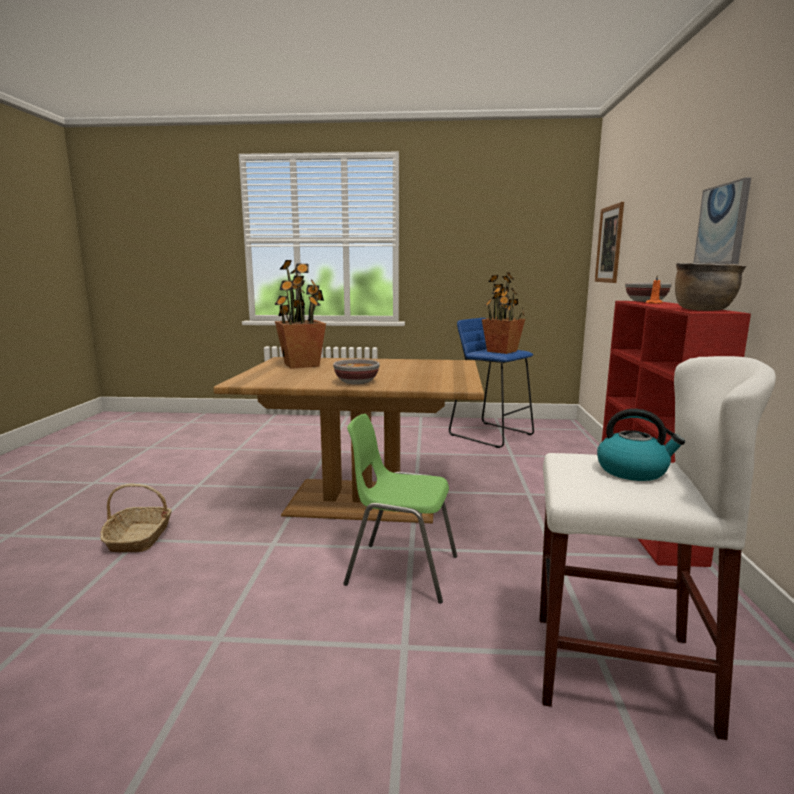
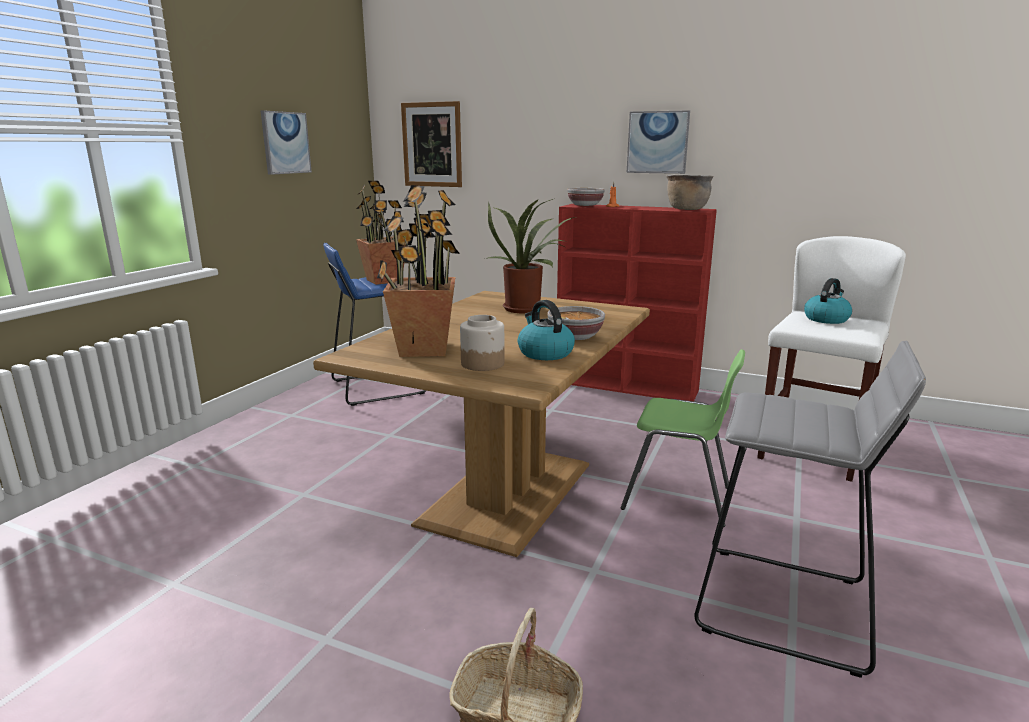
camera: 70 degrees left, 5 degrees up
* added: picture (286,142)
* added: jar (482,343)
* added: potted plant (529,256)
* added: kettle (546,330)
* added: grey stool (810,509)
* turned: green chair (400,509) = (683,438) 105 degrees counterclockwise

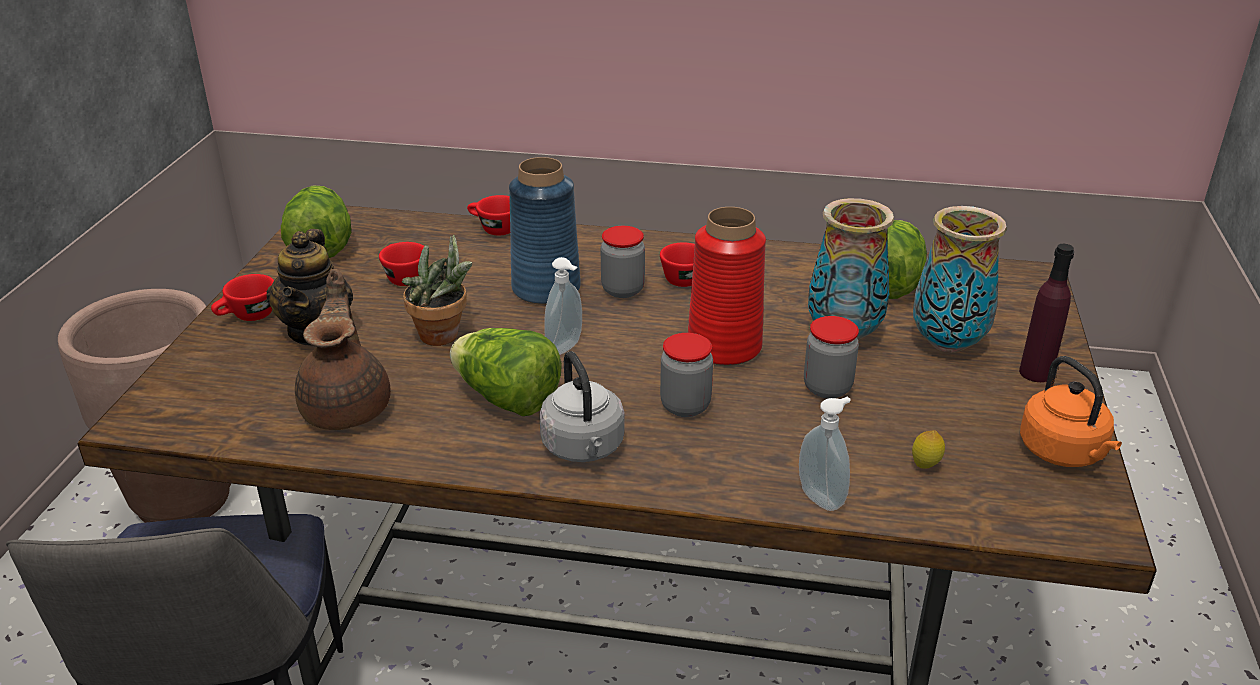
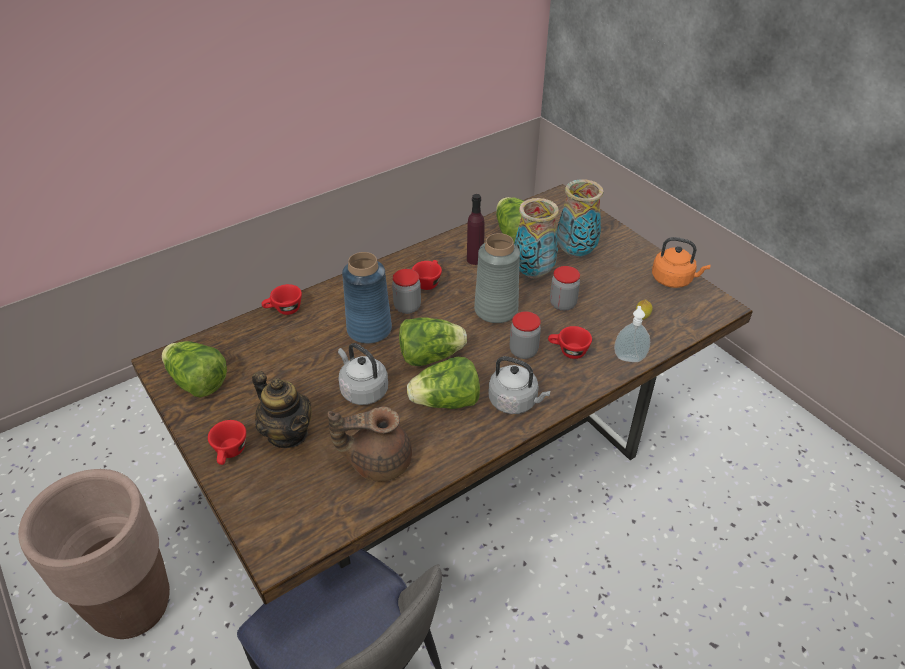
camera: 45 degrees left, 10 degrees up
* moved: red cup (401,264) to (570,342)
* moved: purple bottle (1046,313) to (476,229)
* replaced: potted plant (437,290) to grey kettle (363,374)
* replaced: soap dispenser (563,306) to lettuce (433,341)
* recoloured: red vase (727,286) to grey vase (497,278)
* turned: brown teapot (343,349) = (369,443) 45 degrees counterclockwise

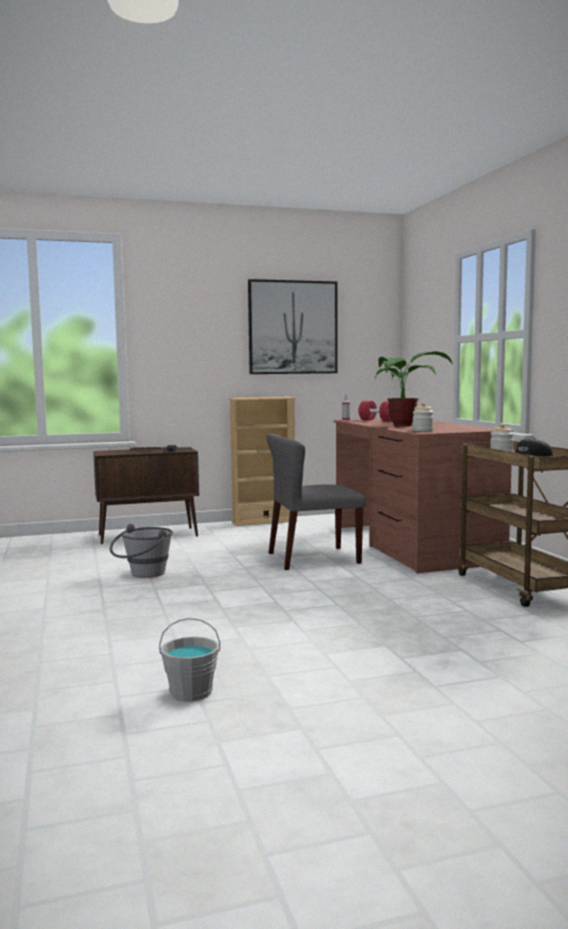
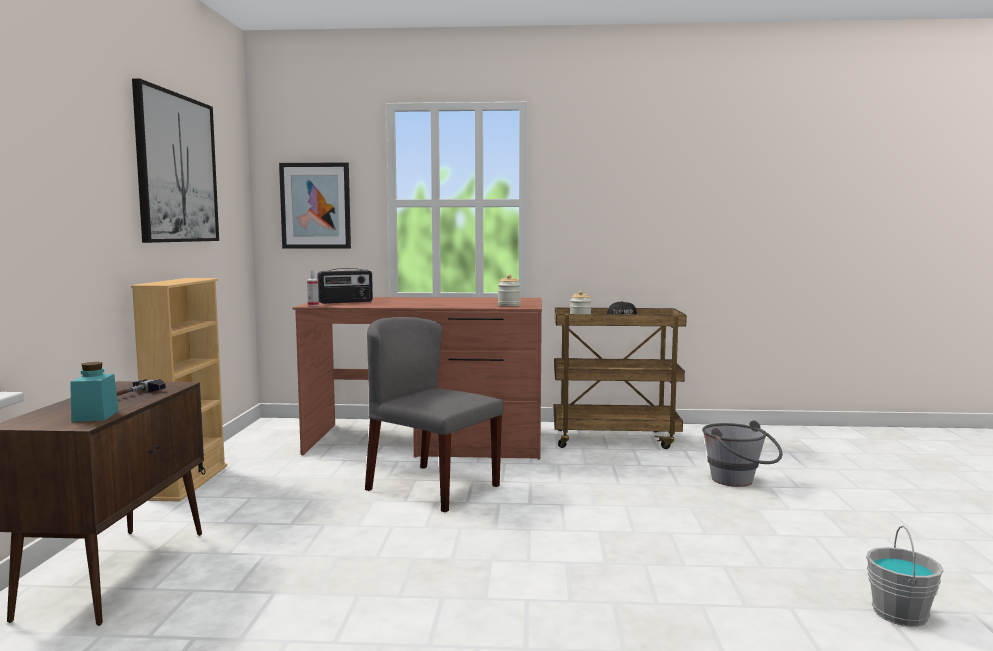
camera: 70 degrees left, 0 degrees up
* removed: potted plant (414,389)
* added: turquoise jar (94,392)
* added: picture (315,205)
* moved: grey bucket (141,551) to (742,453)
* replaced: red dumbbell (374,411) to radio (345,286)
* turned: grey chair (316,502) = (434,414) 120 degrees clockwise

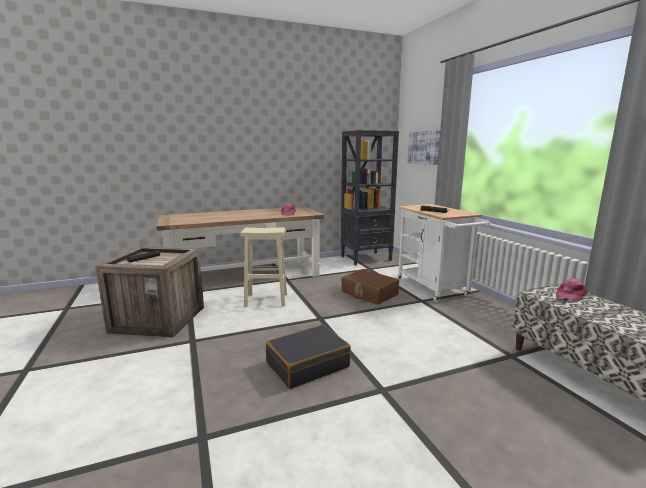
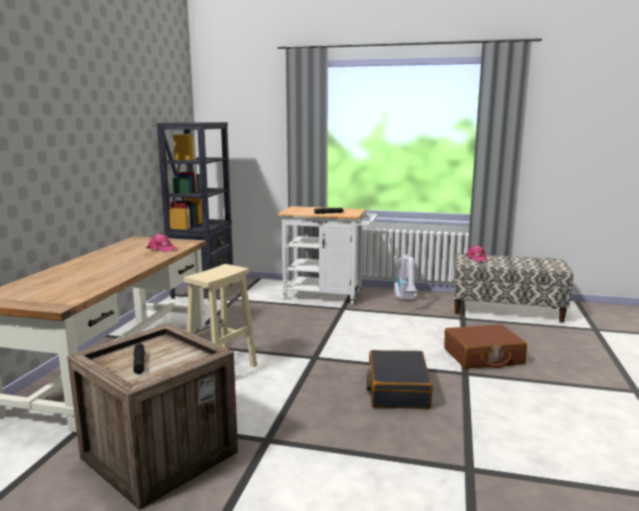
camera: 55 degrees left, 0 degrees up
* removed: picture (424,147)
* added: vacuum cleaner (406,277)
* moved: brown suitcase (370,287) to (485,346)

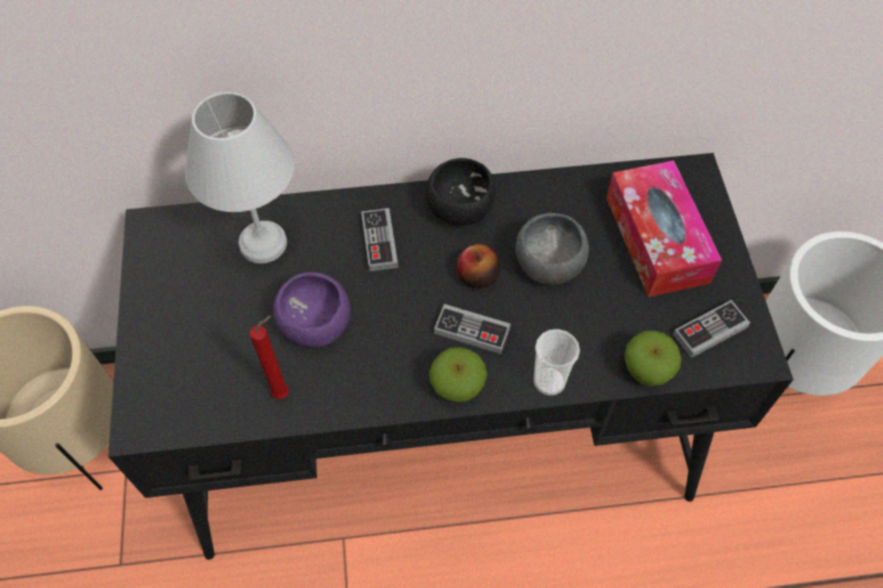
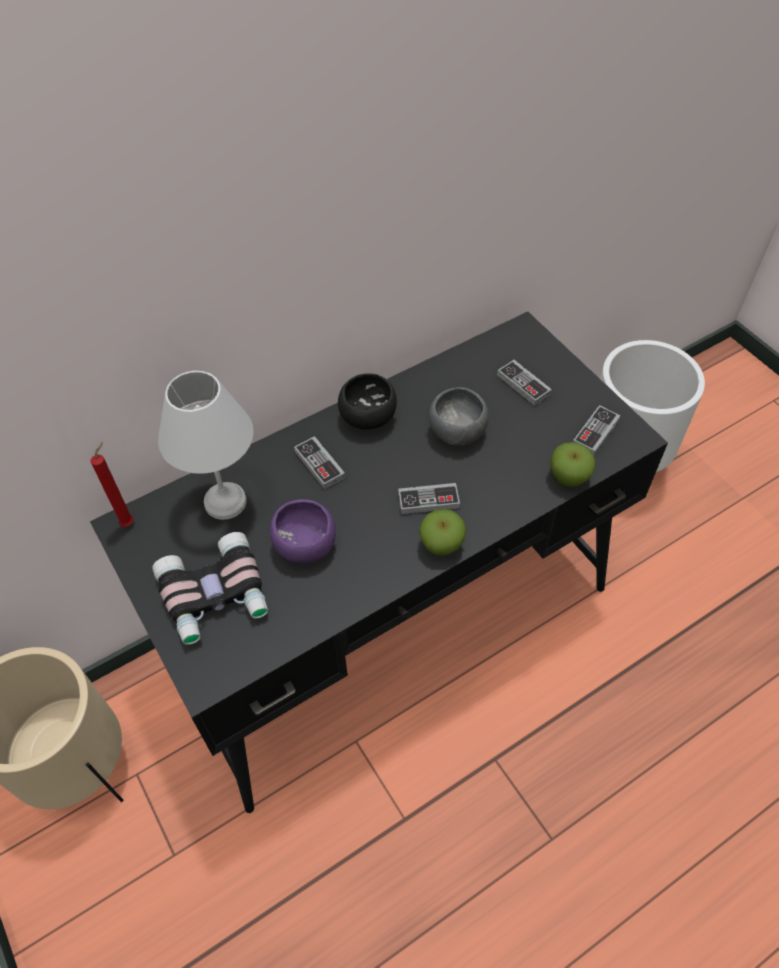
camera: 25 degrees left, 5 degrees down
* removed: apple (478,266)
* removed: cup (557,362)
* added: binoculars (210,588)
* moved: red candle (269,357) to (112,484)
* replaced: tissue box (664,228) to game controller (524,383)

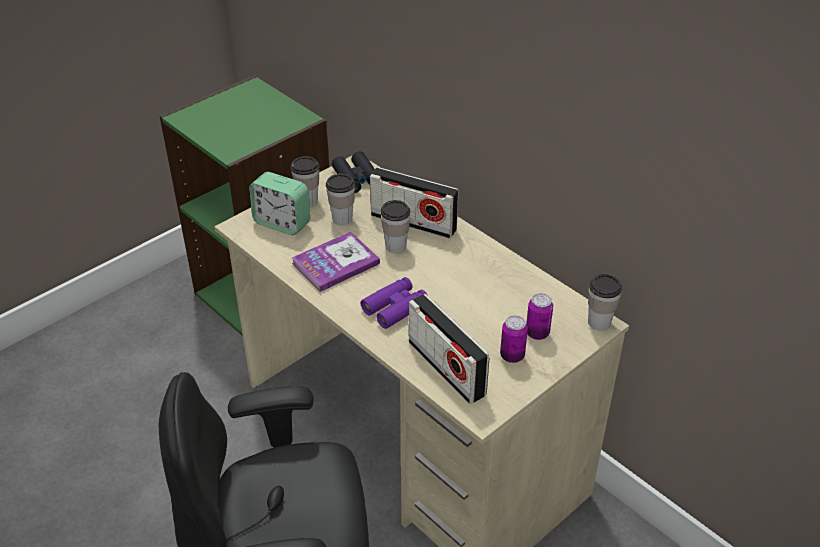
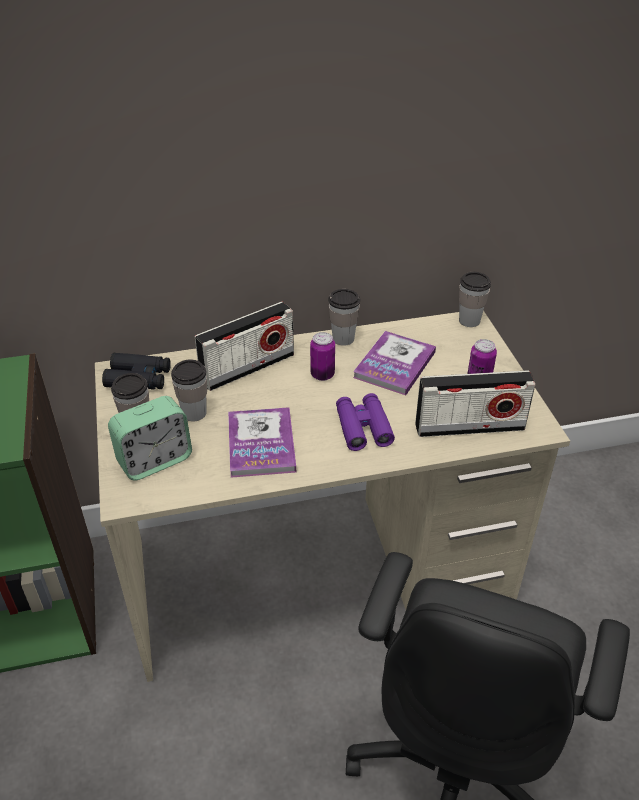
camera: 60 degrees left, 0 degrees up
* added: book (394,363)
* moved: cup (395,227) to (344,317)
* moved: can (539,316) to (322,356)

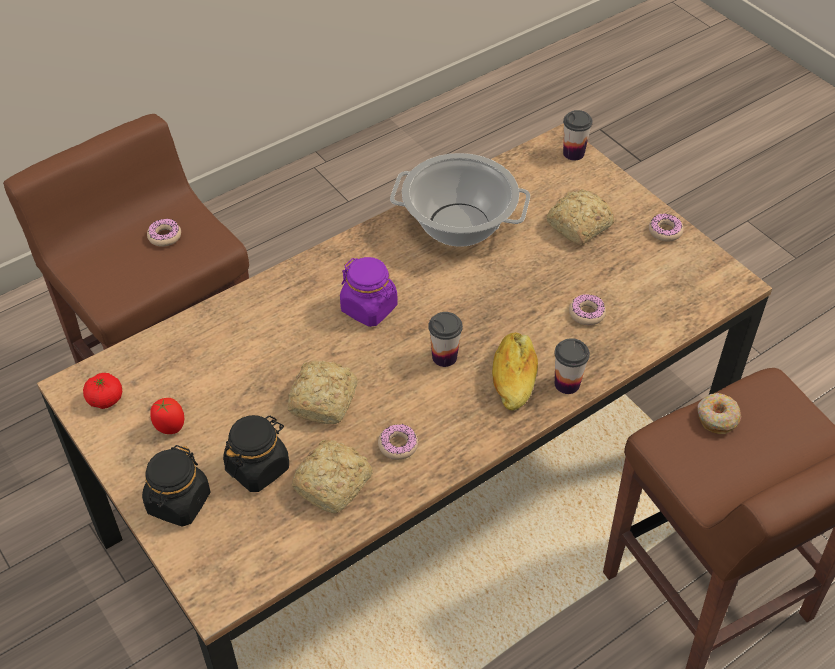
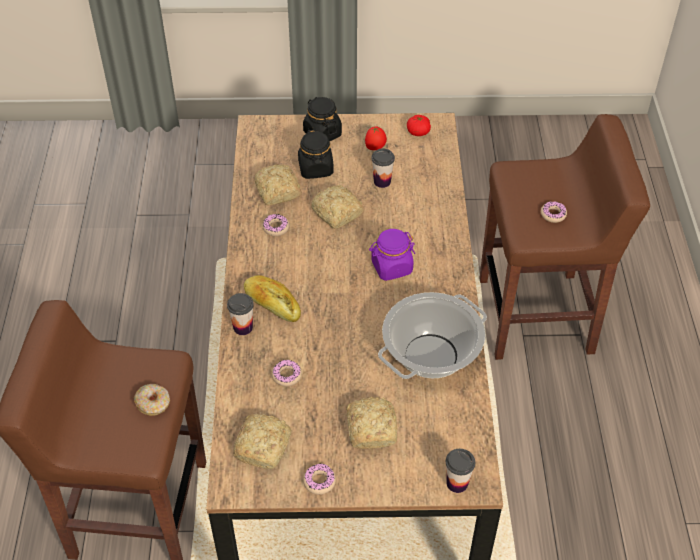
camera: 125 degrees right, 0 degrees up
* added: bread (262,441)
* moved: cup (445,339) to (383,168)

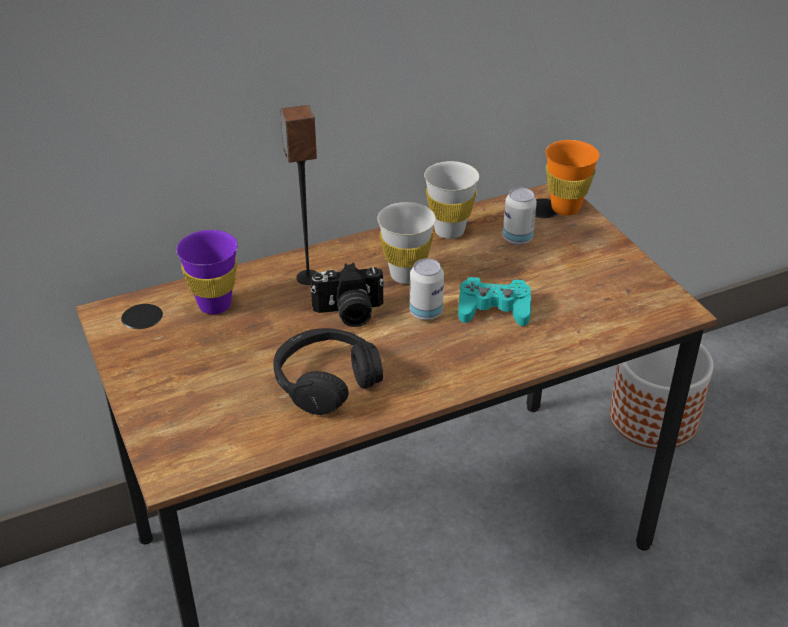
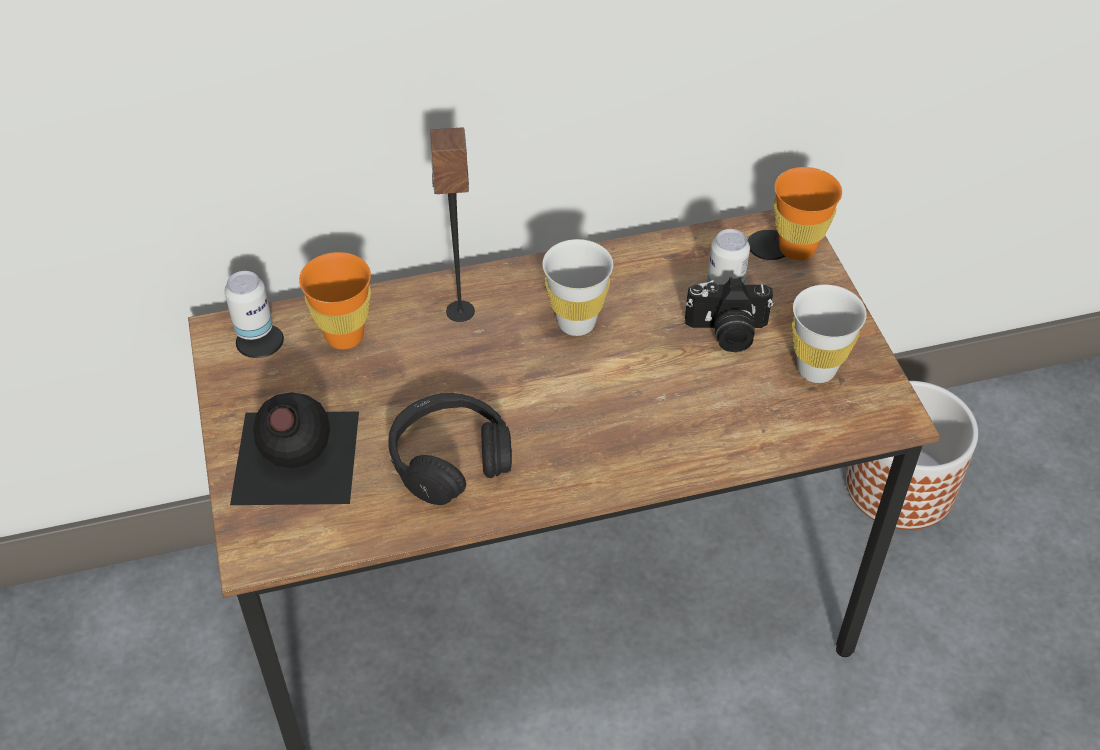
camera: 10 degrees right, 10 degrees up
* removed: turquoise game controller (494,301)
* added: black bottle (294,448)
* moved: photo camera (348,295) to (729,314)
* moved: can (427,289) to (248,305)
* moved: white cup (451,200) to (829,334)
* recoloured: purple cup (207,272) to orange cup (335,300)

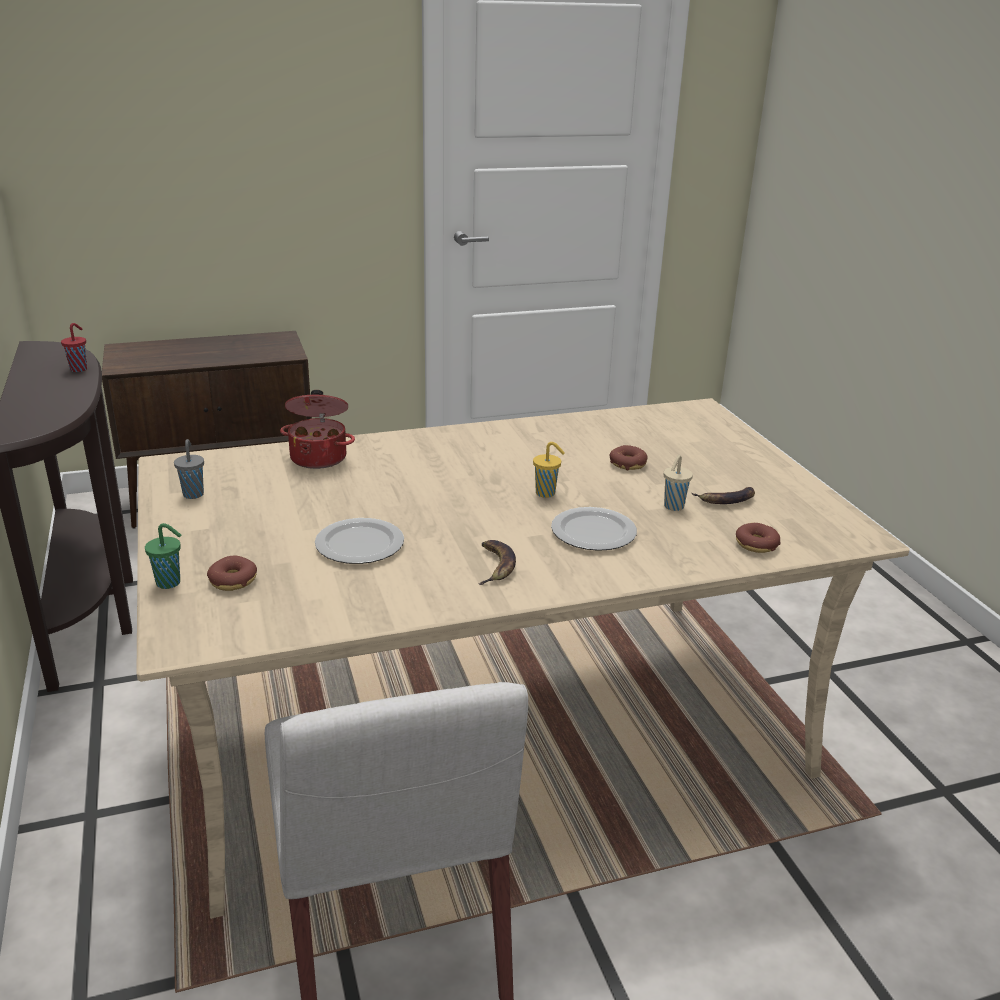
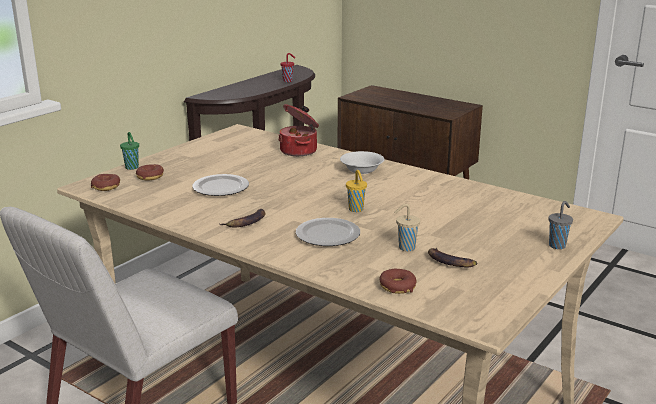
camera: 55 degrees right, 5 degrees down
* added: white bowl (362,162)
* moved: grey cup (189,469) to (561,225)
* moved: donut (629,458) to (105,182)

